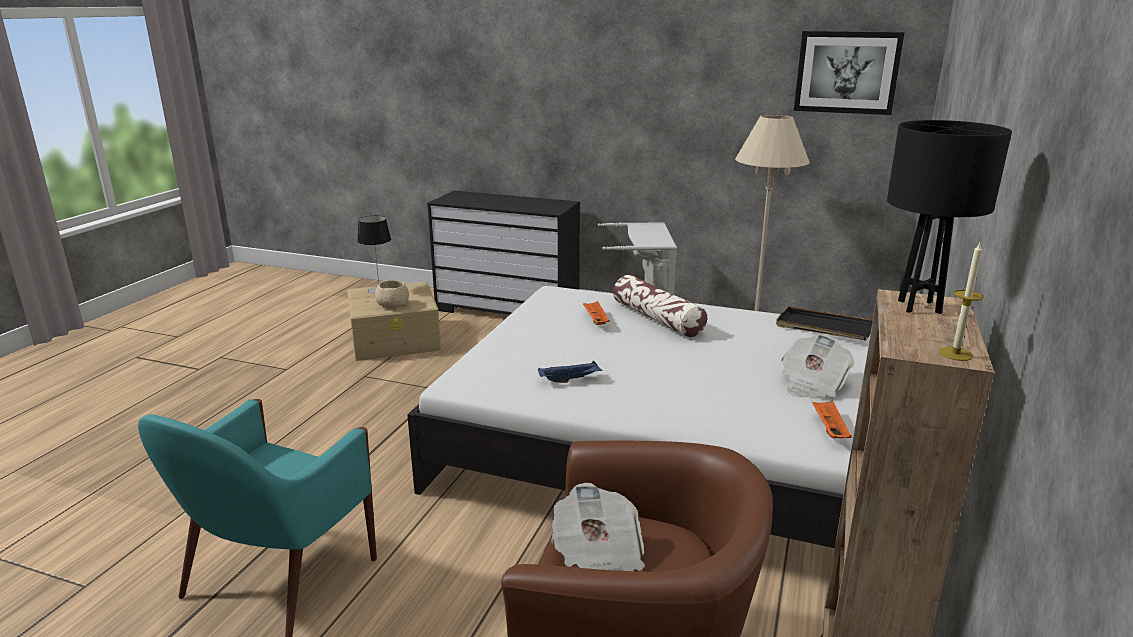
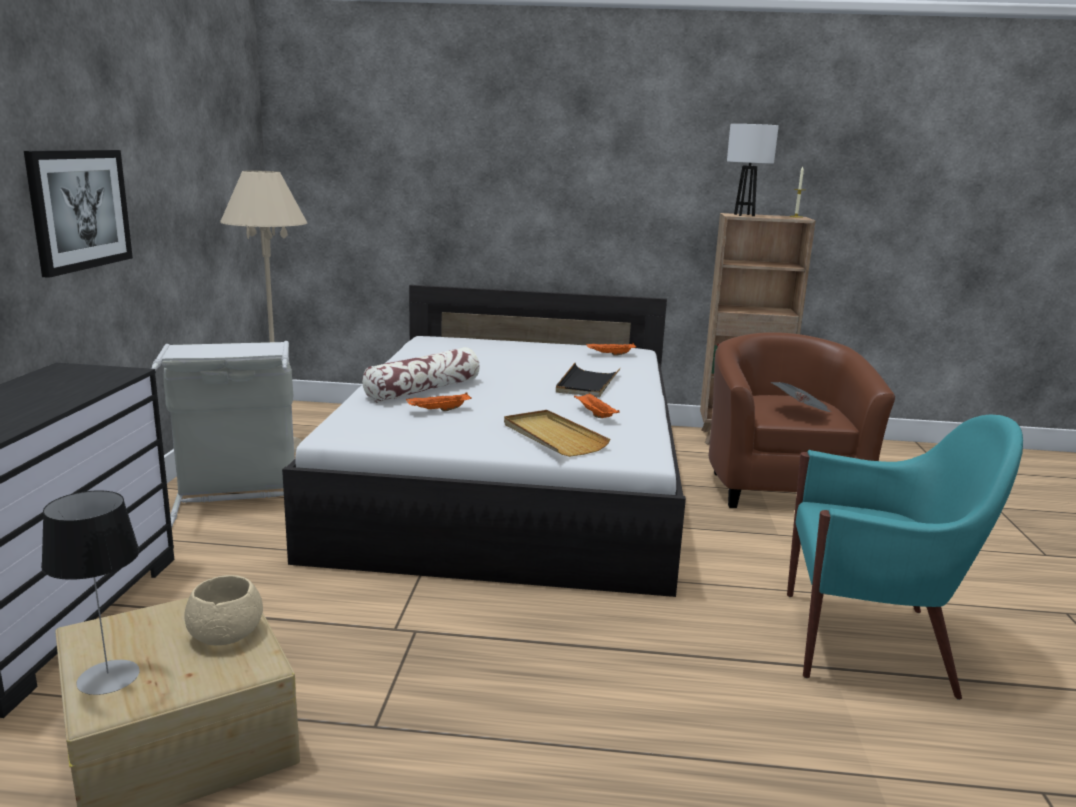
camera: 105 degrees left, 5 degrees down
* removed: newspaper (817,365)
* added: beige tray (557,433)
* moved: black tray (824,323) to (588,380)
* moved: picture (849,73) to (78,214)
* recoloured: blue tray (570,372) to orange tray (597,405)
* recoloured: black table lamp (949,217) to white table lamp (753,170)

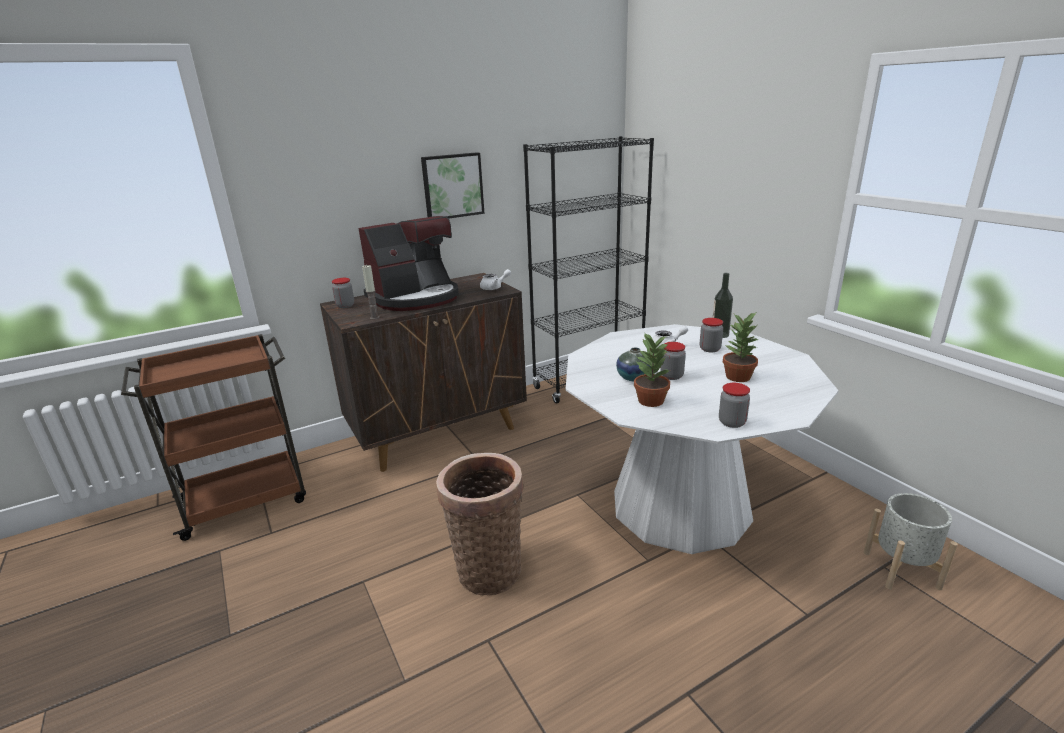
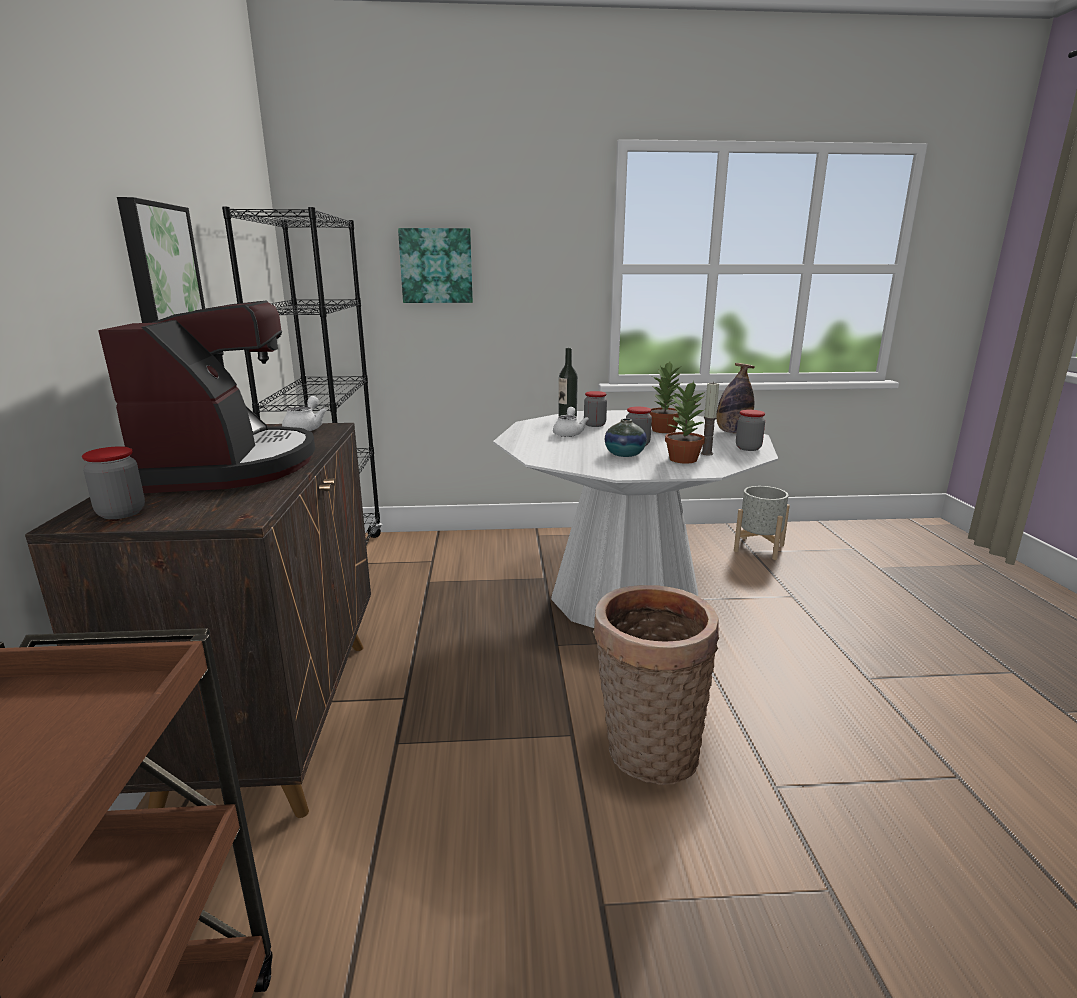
camera: 65 degrees left, 5 degrees down
* added: picture (435,265)
* added: bottle (735,398)
* moved: candle (371,292) to (710,418)

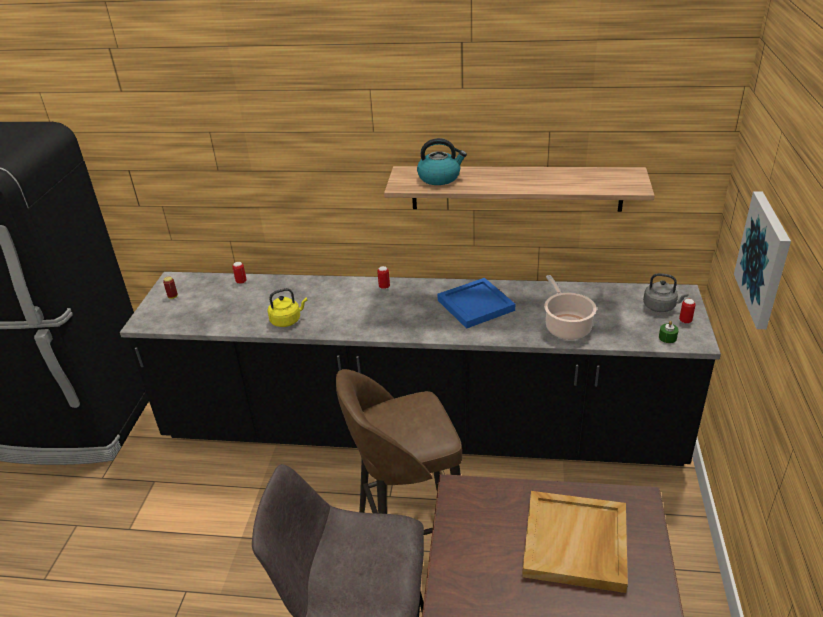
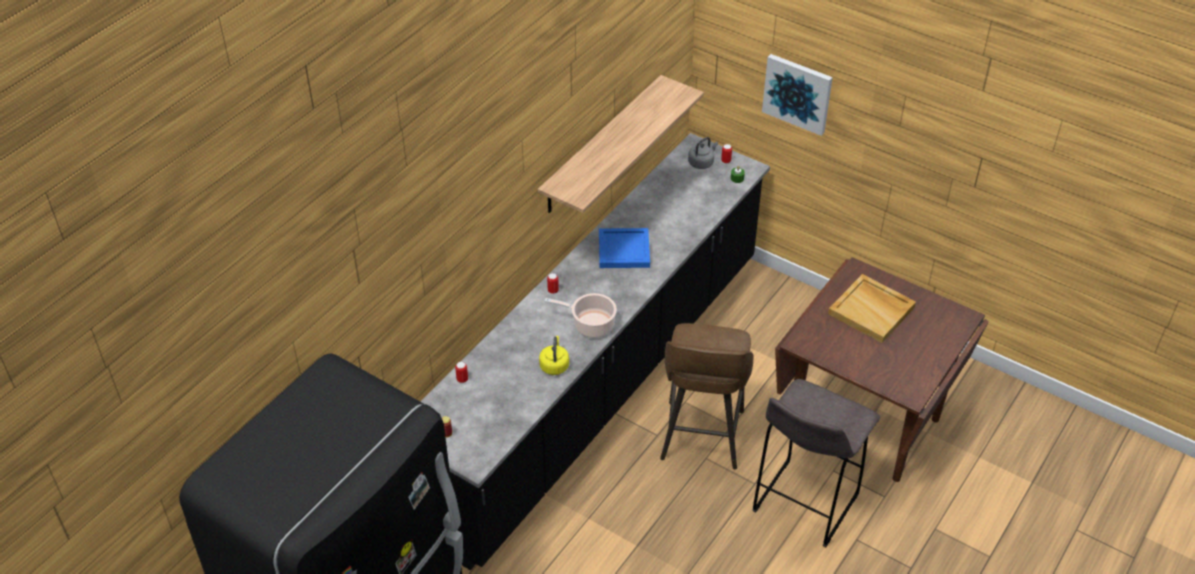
camera: 65 degrees left, 10 degrees up
* removed: kettle (442,161)
* moved: cooking pot (570,307) to (581,315)

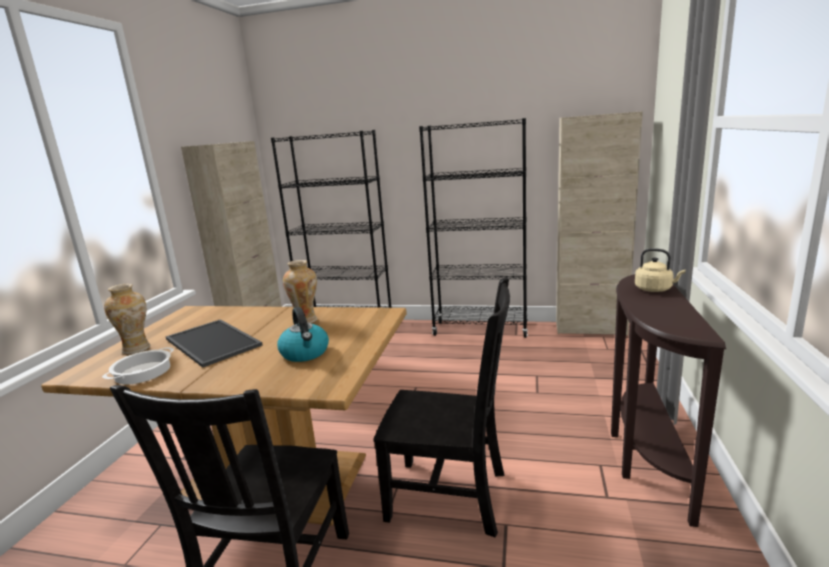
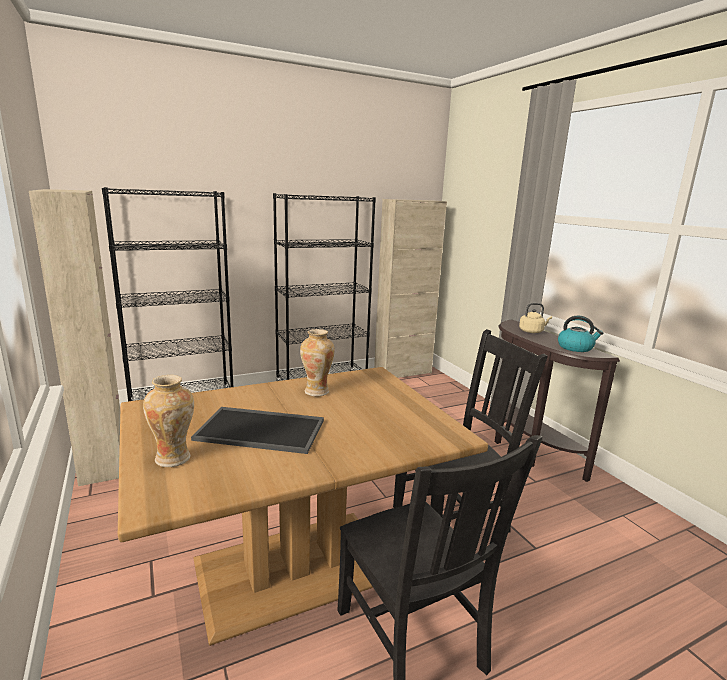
camera: 40 degrees left, 0 degrees up
* removed: cooking pot (138,366)
* moved: kettle (303,334) to (580,334)

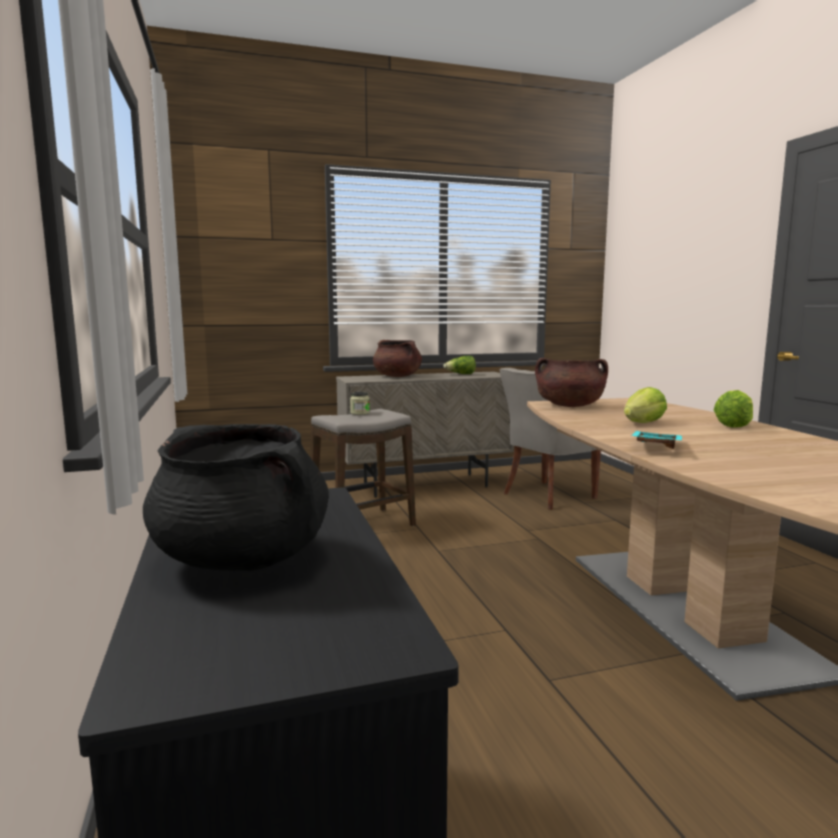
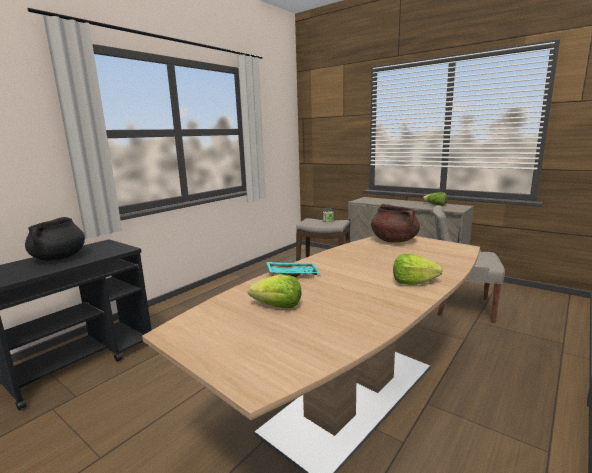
camera: 55 degrees right, 5 degrees up
* removed: brown cooking pot (397,358)
* moved: lettuce (645,405) to (275,291)

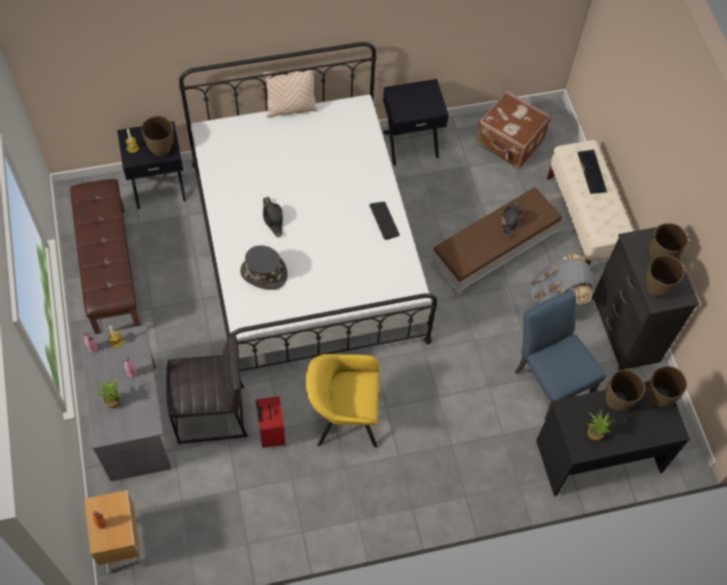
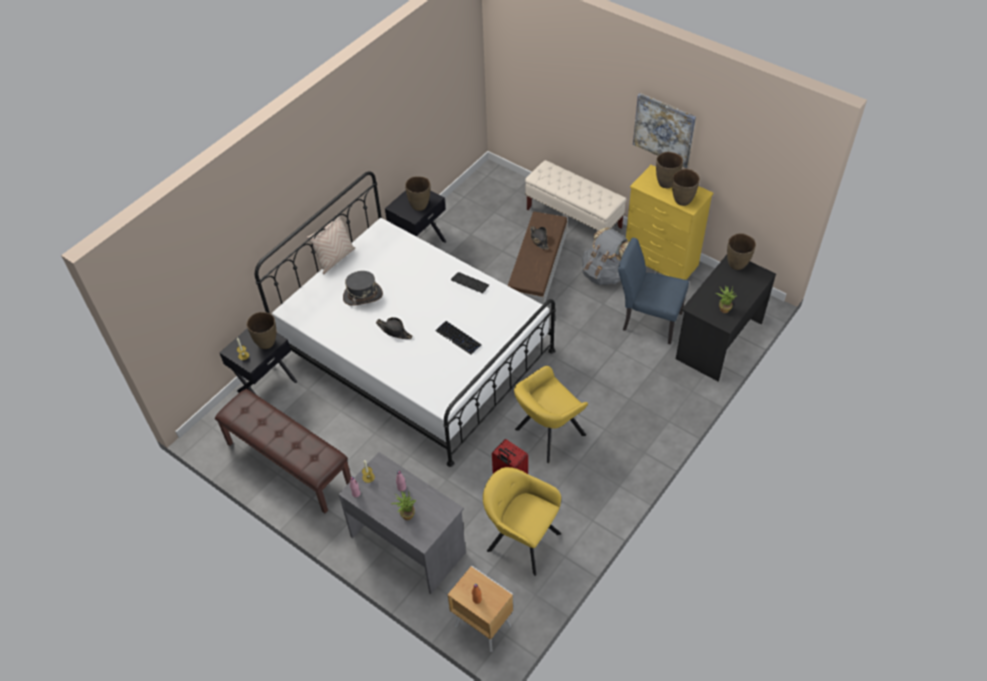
camera: 35 degrees left, 10 degrees down
* removed: grey stool (206,389)
* removed: brown suitcase (513,129)
* added: yellow armchair (522,521)
* added: picture (664,130)
* moved: grey hat (264,267) to (363,288)
* moved: keyboard (592,172) to (459,337)
* moved: brown vase (625,390) to (417,193)
* recoloured: black dresser (645,299) to yellow dresser (669,222)

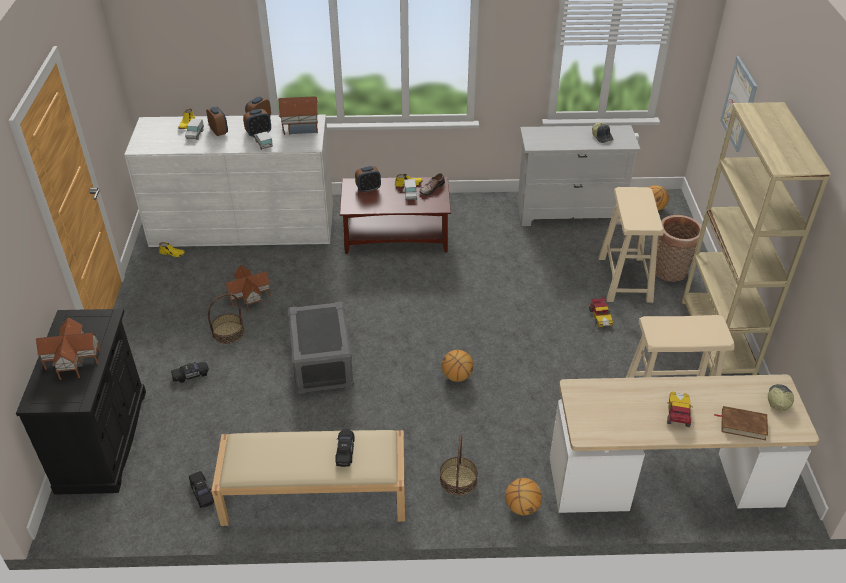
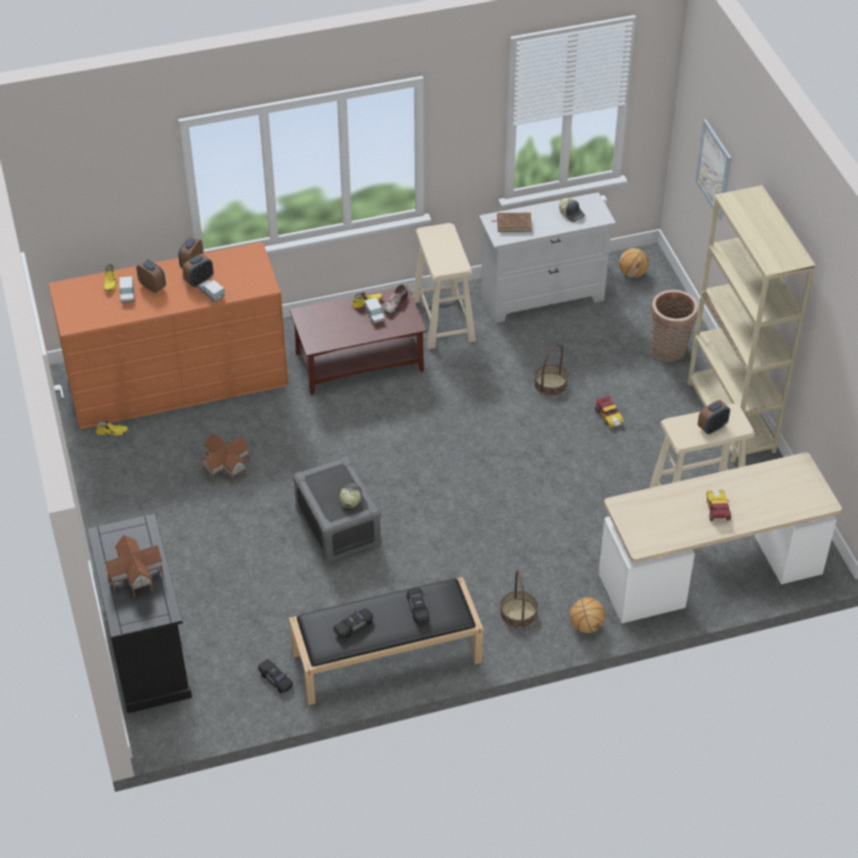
camera: 15 degrees left, 5 degrees up
* removed: toy house (298,115)
* removed: basketball (458,366)
* moved: black toy car (190,372) to (353,623)
* moved: basket (226,318) to (551,370)
* moved: alarm clock (368,179) to (714,417)
* moved: beige stool (631,245) to (444,286)
* moved: brown book (741,423) to (511,222)
* moved: cap (781,397) to (351,495)
* recoloured: white dresser (228,181) to orange dresser (168,335)
* recoloured: beige bench (308,478) to black bench (386,641)

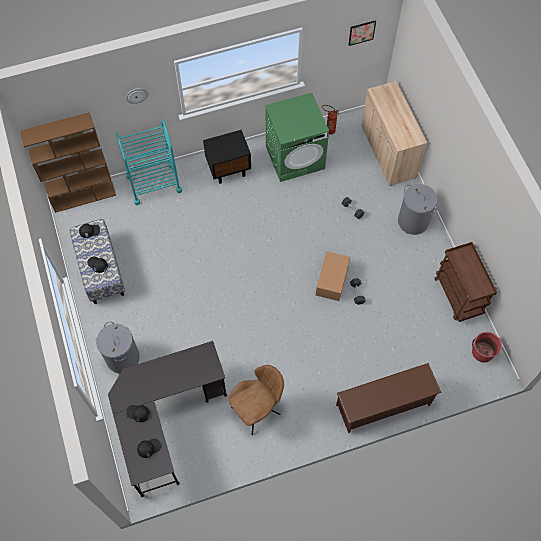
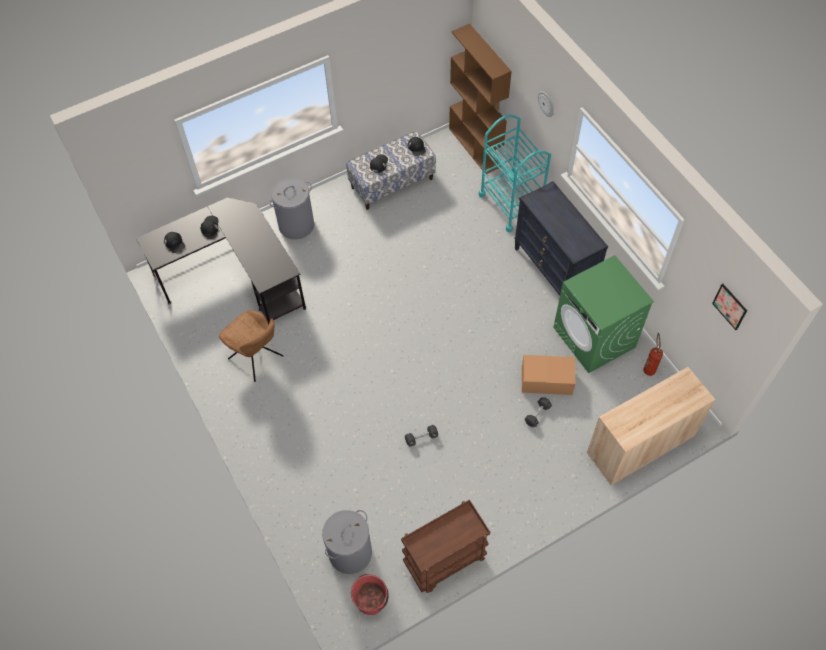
camera: 80 degrees right, 5 degrees down
* removed: brown shoe rack (388,398)
* moved: cardboard box (333,276) to (549,375)
* moved: grey laundry basket (418,209) to (347,542)
* replaced: black nightstand (227,157) to black dresser (561,238)

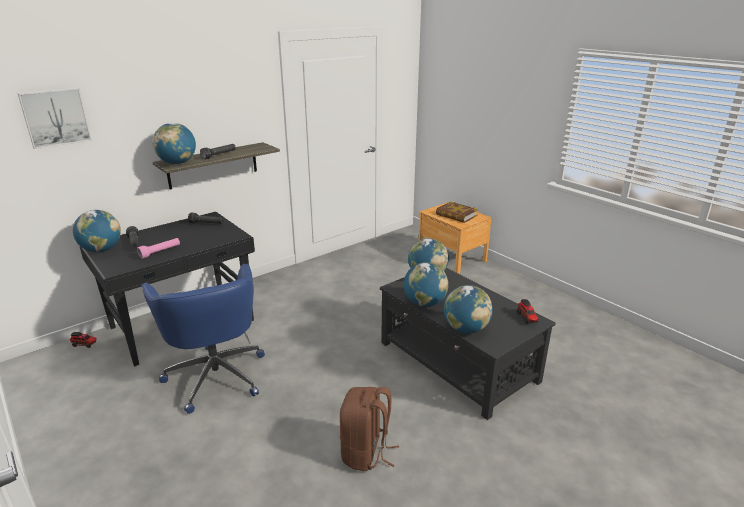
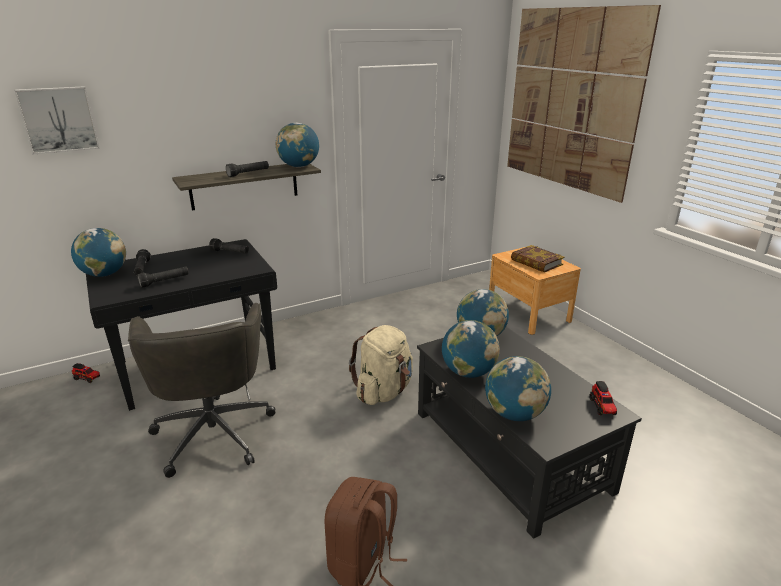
camera: 10 degrees right, 0 degrees up
* added: beige backpack (381,365)
* added: picture (584,104)
* moved: globe (174,143) to (297,145)
* recoloured: pink flashlight (158,248) to black flashlight (163,277)
* recoloured: blue office chair (203,339) to grey office chair (201,390)

